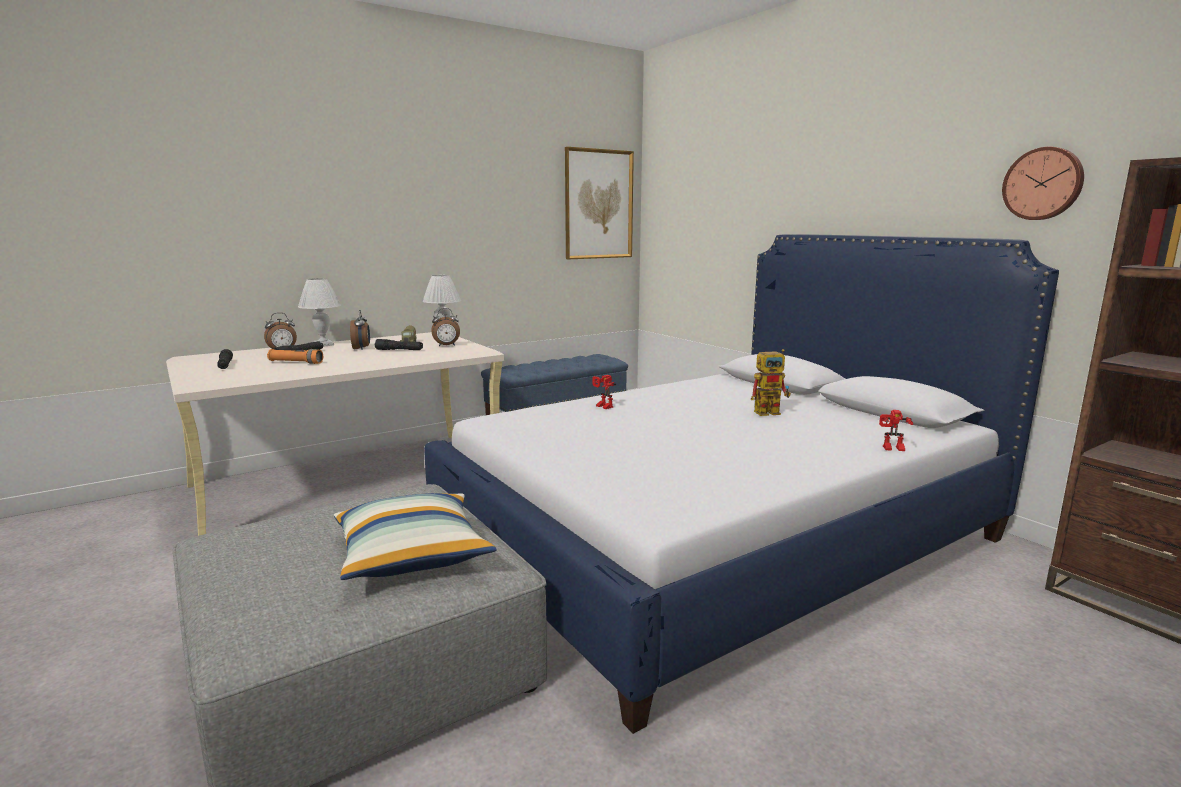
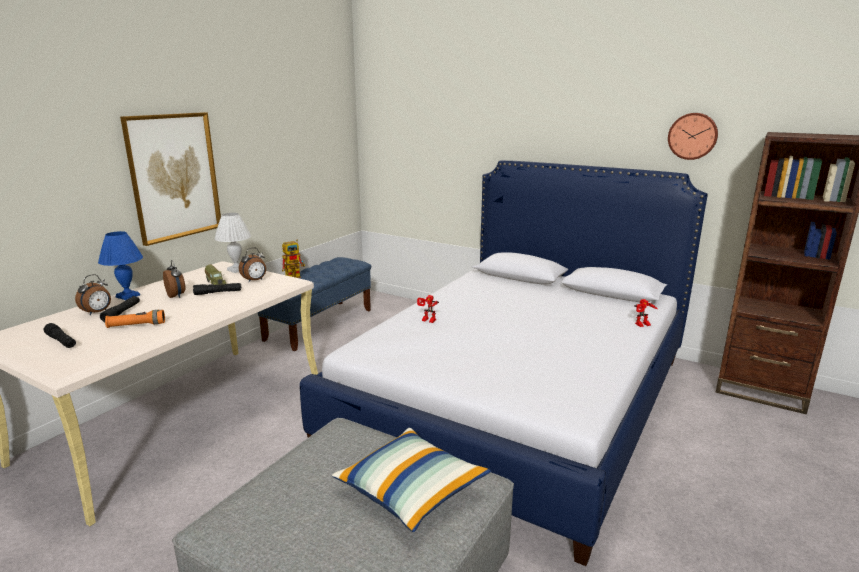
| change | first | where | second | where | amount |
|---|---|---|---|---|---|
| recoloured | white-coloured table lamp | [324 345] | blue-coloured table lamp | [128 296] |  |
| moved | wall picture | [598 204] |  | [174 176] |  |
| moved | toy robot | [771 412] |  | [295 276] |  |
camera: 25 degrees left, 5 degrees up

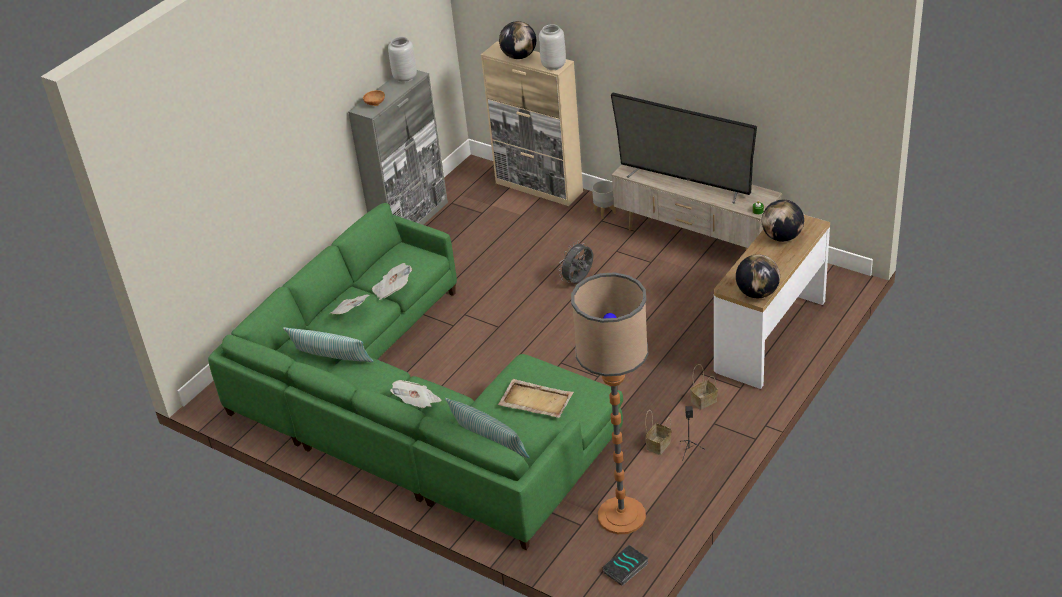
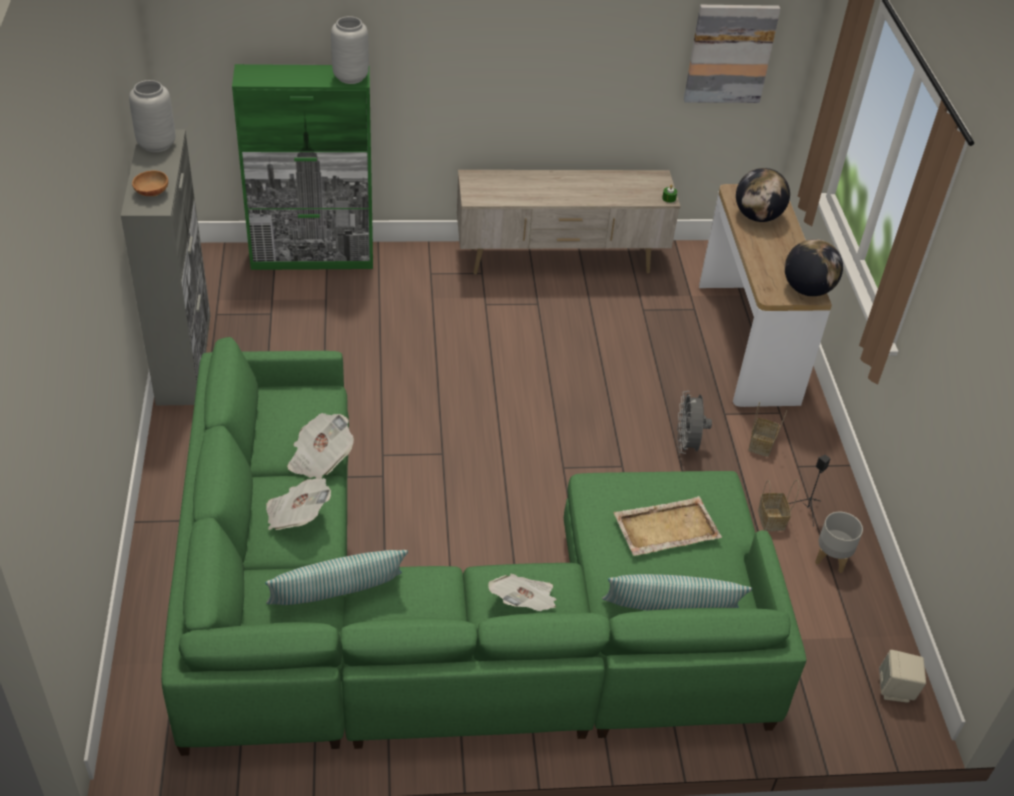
| change | first | where | second | where | amount |
|---|---|---|---|---|---|
| recoloured | beige-coloured cupboard | [539 187] | greenish cupboard | [313 257] |  |
| moved | greyish electric fan | [579 281] |  | [687 445] |  |
| added |  |  | wall picture | [730 53] |  |
| moved | greyish planter | [605 212] |  | [831 558] |  |
| replaced | bound book | [626 568] | beige-coloured speaker | [896 689] |  |
| removed | desk globe | [519 56] |  |  |  |
| removed | standing lamp | [621 516] |  |  |  |
| removed | TV set | [684 182] |  |  |  |
camera: 45 degrees left, 5 degrees up

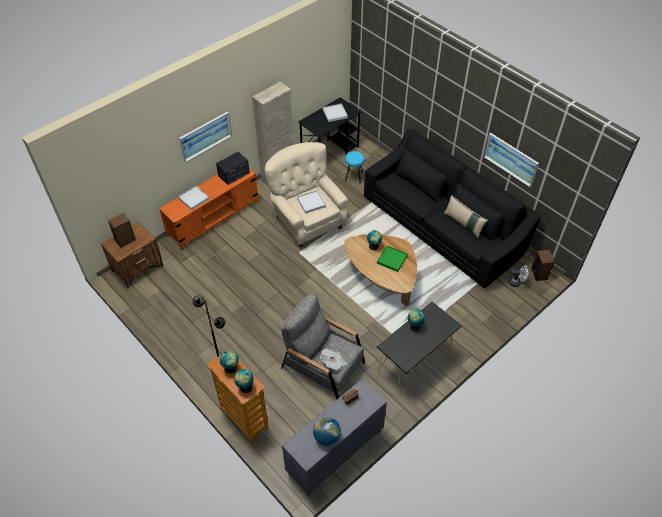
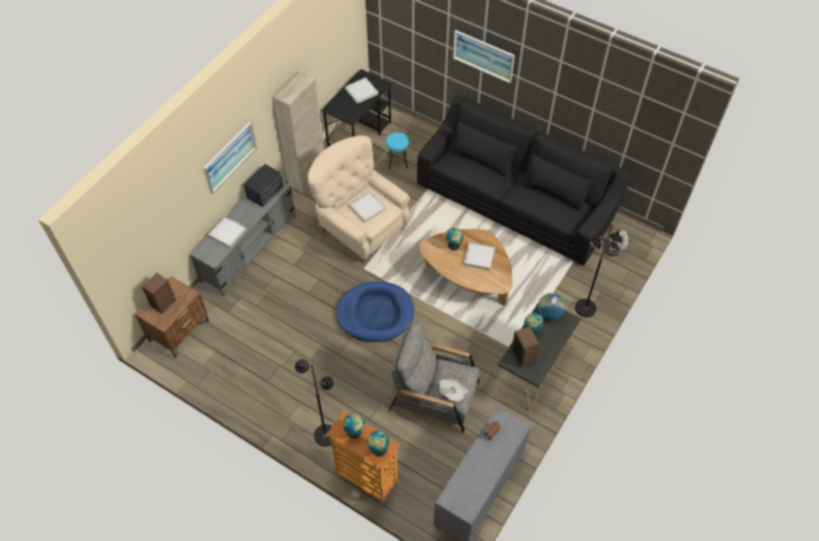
| change | first | where | second | where | amount |
|---|---|---|---|---|---|
| recoloured | orange-coloured tv stand | [214 218] | greyish tv stand | [249 248] |  |
| added |  |  | blue-coloured dog cushion | [375 313] |  |
| moved | wall picture | [511 159] |  | [483 55] |  |
| recoloured | greenish serving tray | [392 259] | white-coloured serving tray | [479 257] |  |
| moved | speaker | [539 274] |  | [523 355] |  |
| moved | desk globe | [327 437] |  | [549 313] |  |
| added |  |  | black standing lamp | [585 308] |  |
| removed | beige-coloured throw pillow | [463 224] |  |  |  |
camera: 15 degrees left, 5 degrees up

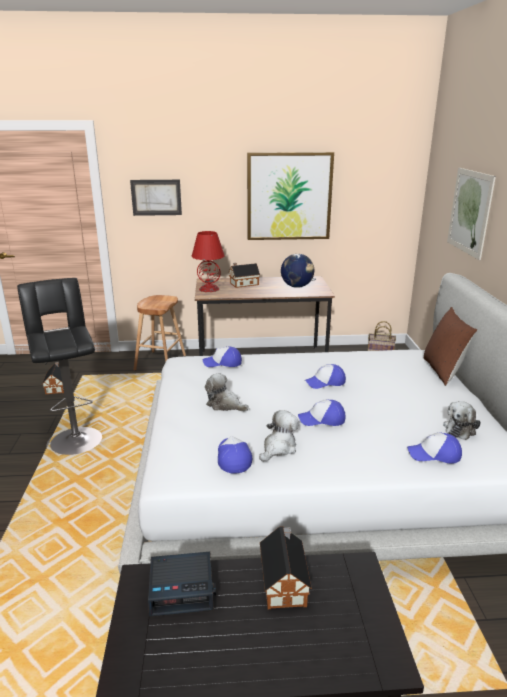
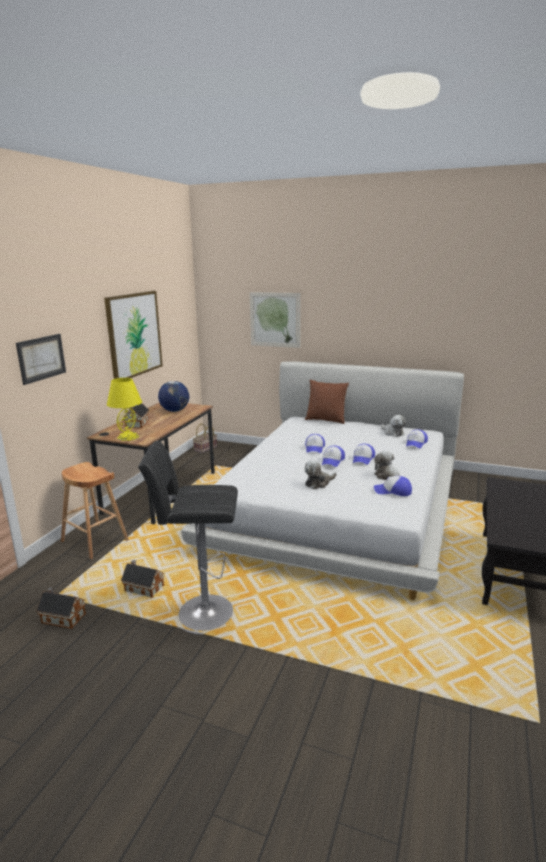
| change | first | where | second | where | amount |
|---|---|---|---|---|---|
| recoloured | reddish table lamp | [209 289] | yellow-coloured table lamp | [128 437] |  |
| moved | toy house | [284 581] |  | [143 588] |  |
| moved | peaked cap | [223 363] |  | [332 461] |  |
| removed | bedside clock | [182 589] |  |  |  |
camera: 65 degrees left, 5 degrees down

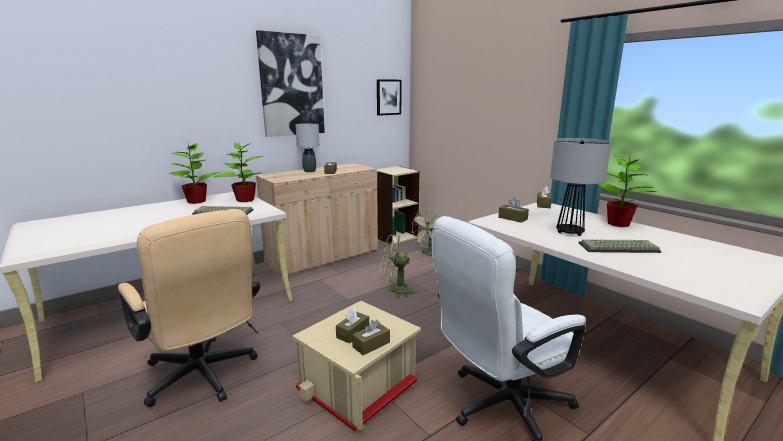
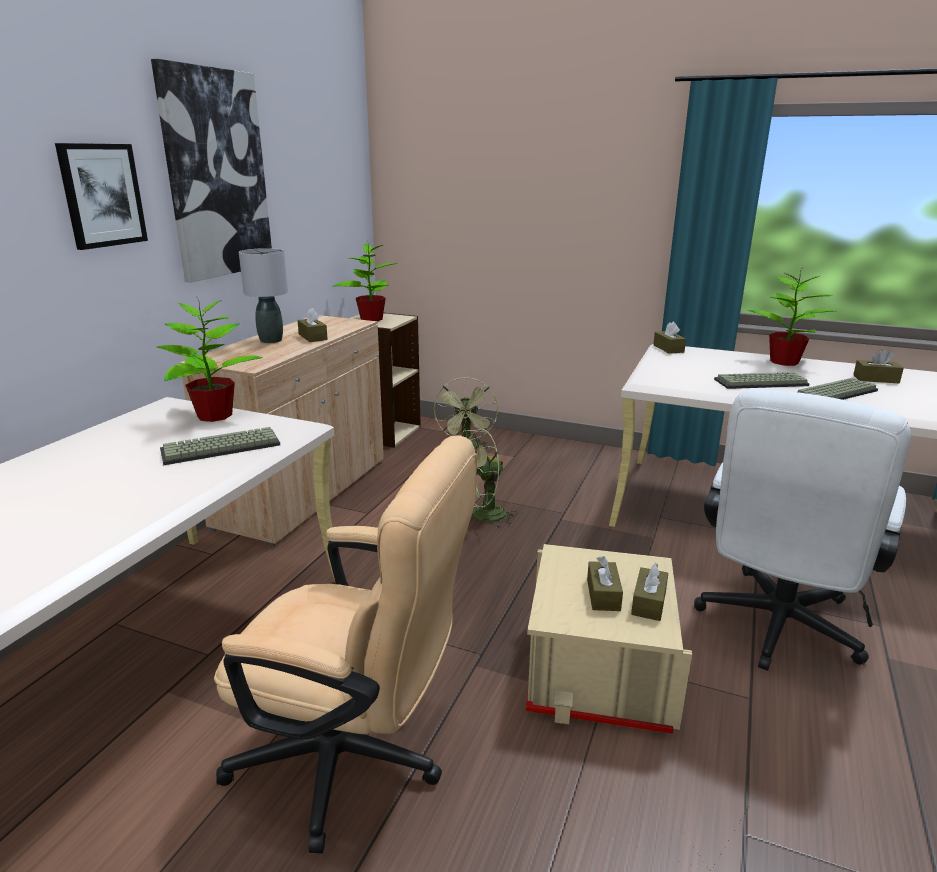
| change | first | where | second | where | amount |
|---|---|---|---|---|---|
| moved | wall picture | [388 97] |  | [102 195] |  |
| moved | houseplant | [196 201] |  | [371 319] |  |
| replaced | table lamp | [569 232] | PC keyboard | [760 383] |  |
| moved | brown tissue box | [512 218] |  | [876 379] |  |
camera: 30 degrees left, 5 degrees up

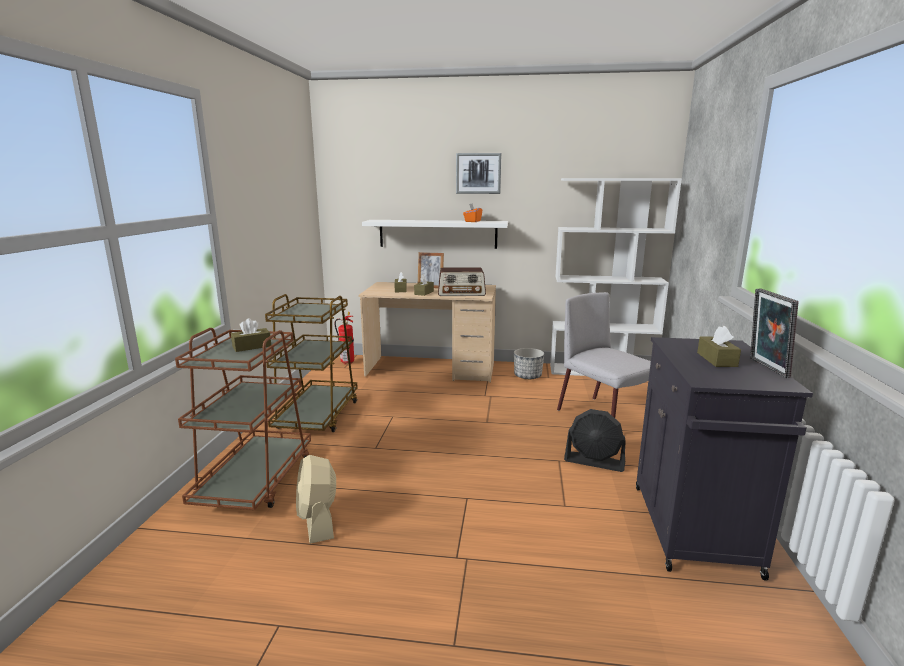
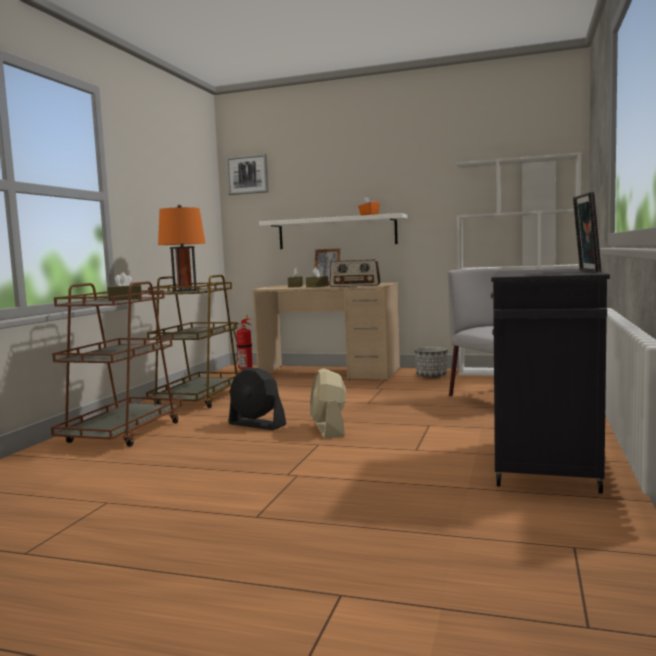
| change | first | where | second | where | amount |
|---|---|---|---|---|---|
| added |  |  | orange-coloured table lamp | [185 291] |  |
| moved | wall picture | [478 173] |  | [247 174] |  |
| moved | black electric fan | [594 462] |  | [257 424] |  |
| moved | beige-coloured electric fan | [318 520] |  | [329 429] |  |
| removed | brown tissue box | [716 359] |  |  |  |
camera: 10 degrees right, 10 degrees down

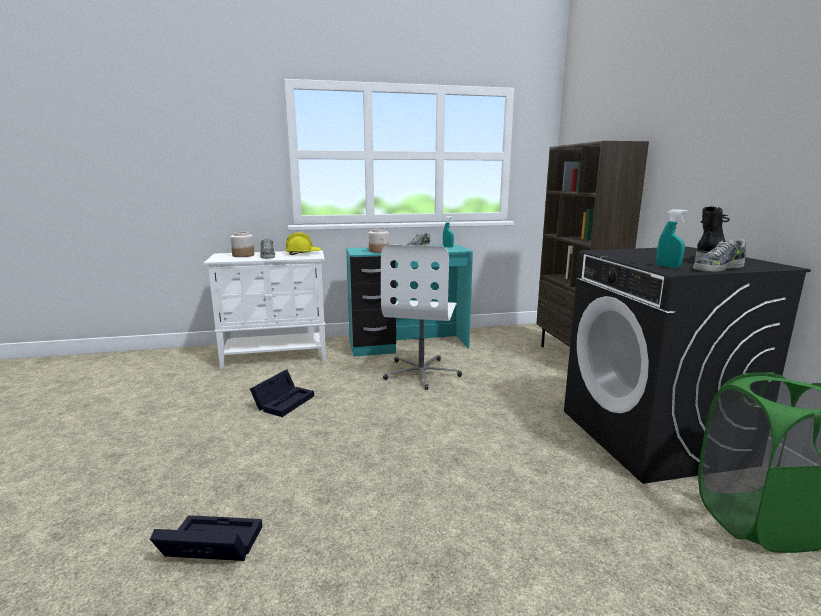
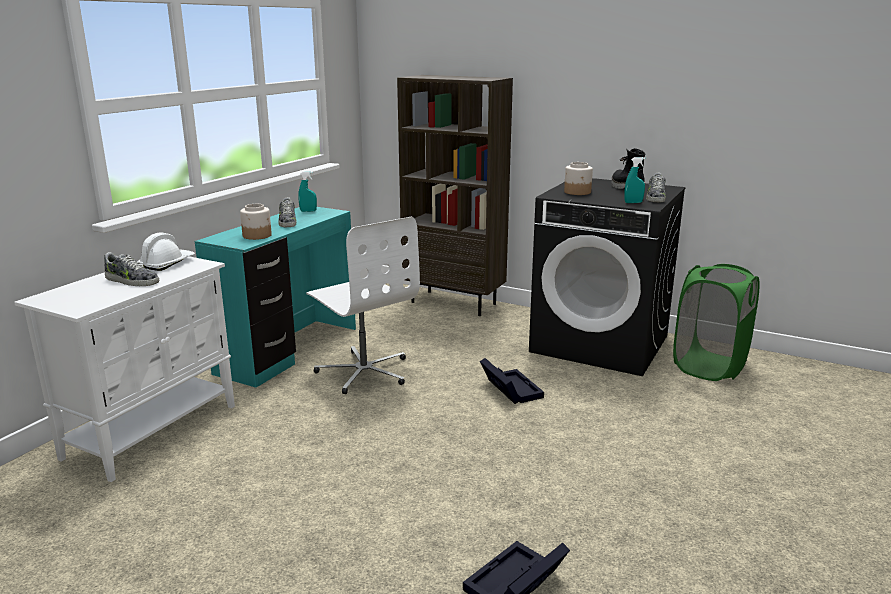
| change | first | where | second | where | amount |
|---|---|---|---|---|---|
| recoloured | yellow-coloured hard hat | [303 253] | white-coloured hard hat | [167 264] |  |
| moved | black storage box | [284 401] |  | [509 389] |  |
| moved | preserve jar | [243 255] |  | [577 192] |  |
camera: 50 degrees left, 5 degrees up

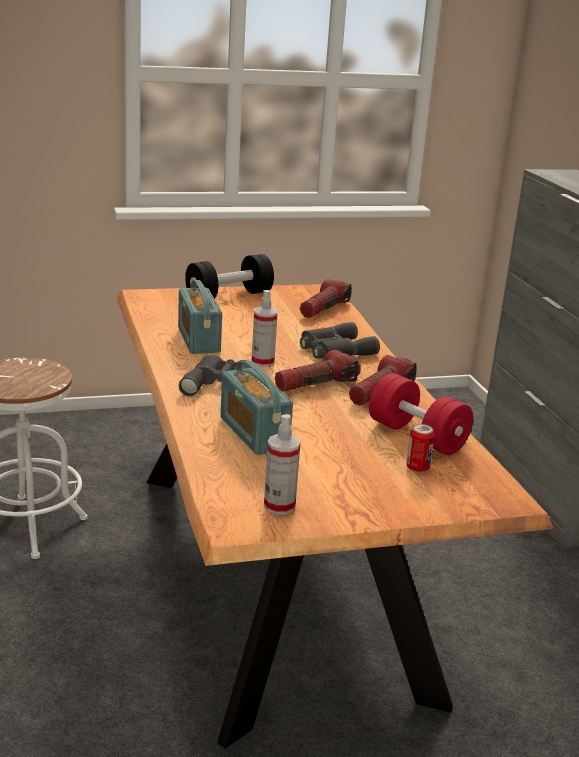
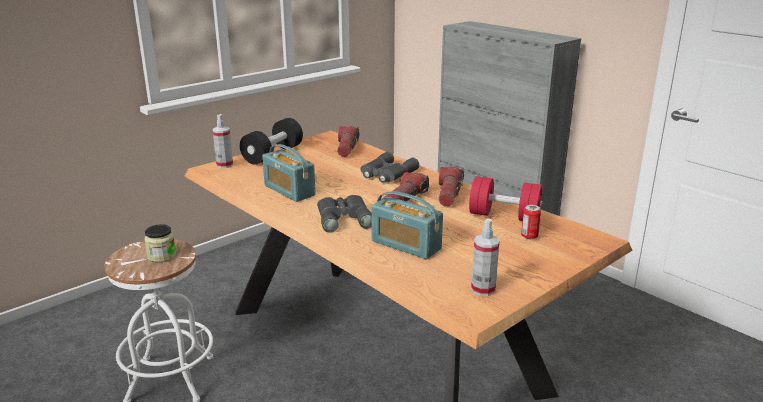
| change | first | where | second | where | amount |
|---|---|---|---|---|---|
| added |  |  | preserve jar | [162 256] |  |
| moved | hand sprayer | [262 362] |  | [224 165] |  |
camera: 25 degrees left, 0 degrees up

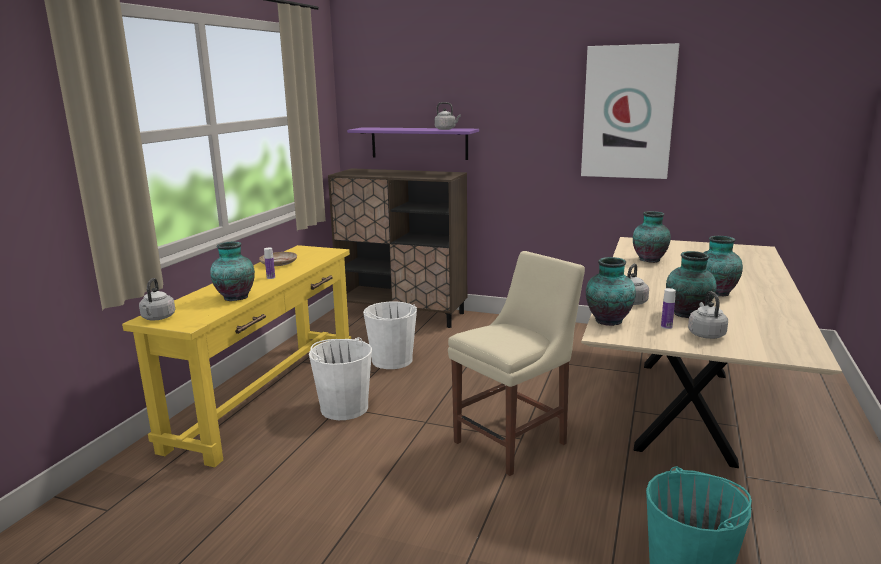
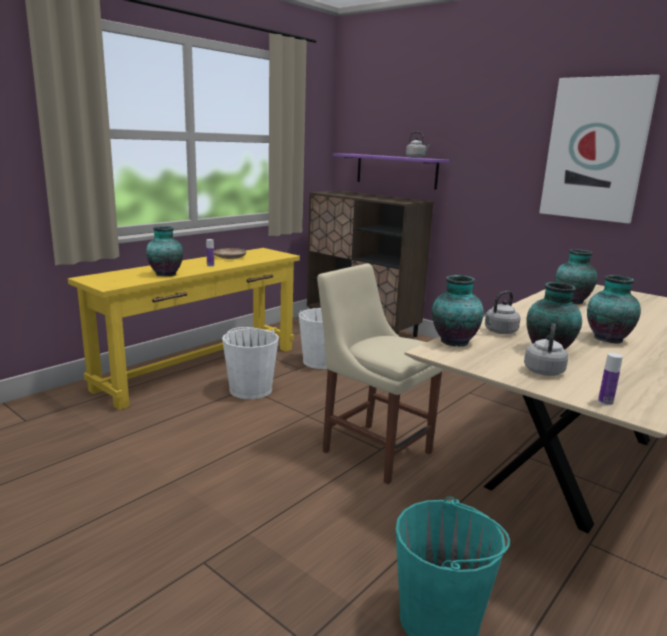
| change | first | where | second | where | amount |
|---|---|---|---|---|---|
| turned | beige-coloured chair | [514 441] |  | [373 449] | 120 degrees counterclockwise |
| moved | beverage bottle | [666 327] |  | [605 402] |  |
| removed | greyish tea kettle | [158 318] |  |  |  |
camera: 20 degrees right, 0 degrees up

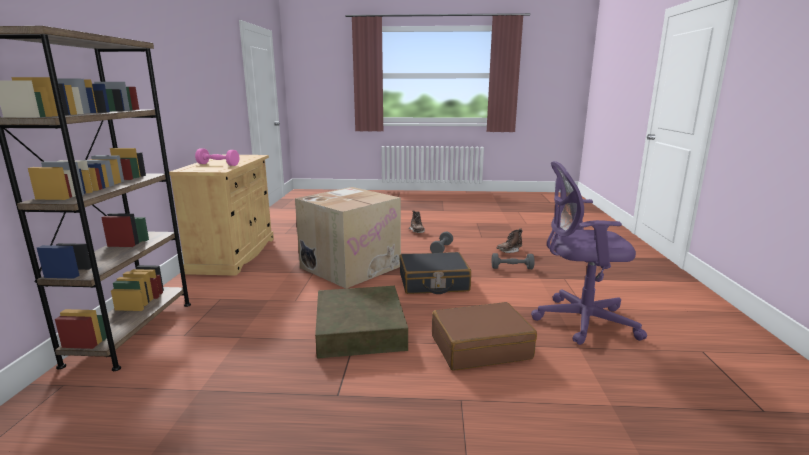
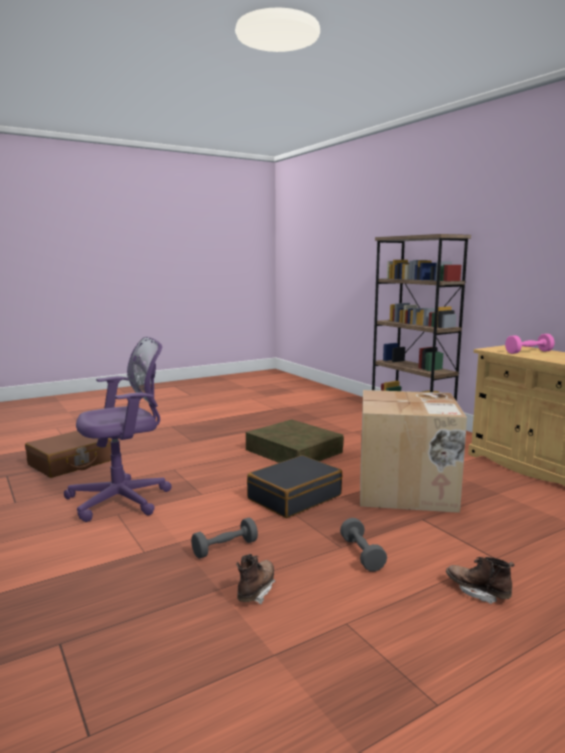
| change | first | where | second | where | amount |
|---|---|---|---|---|---|
| moved | brown suitcase | [480 347] |  | [70 463] |  |
camera: 145 degrees right, 5 degrees down

